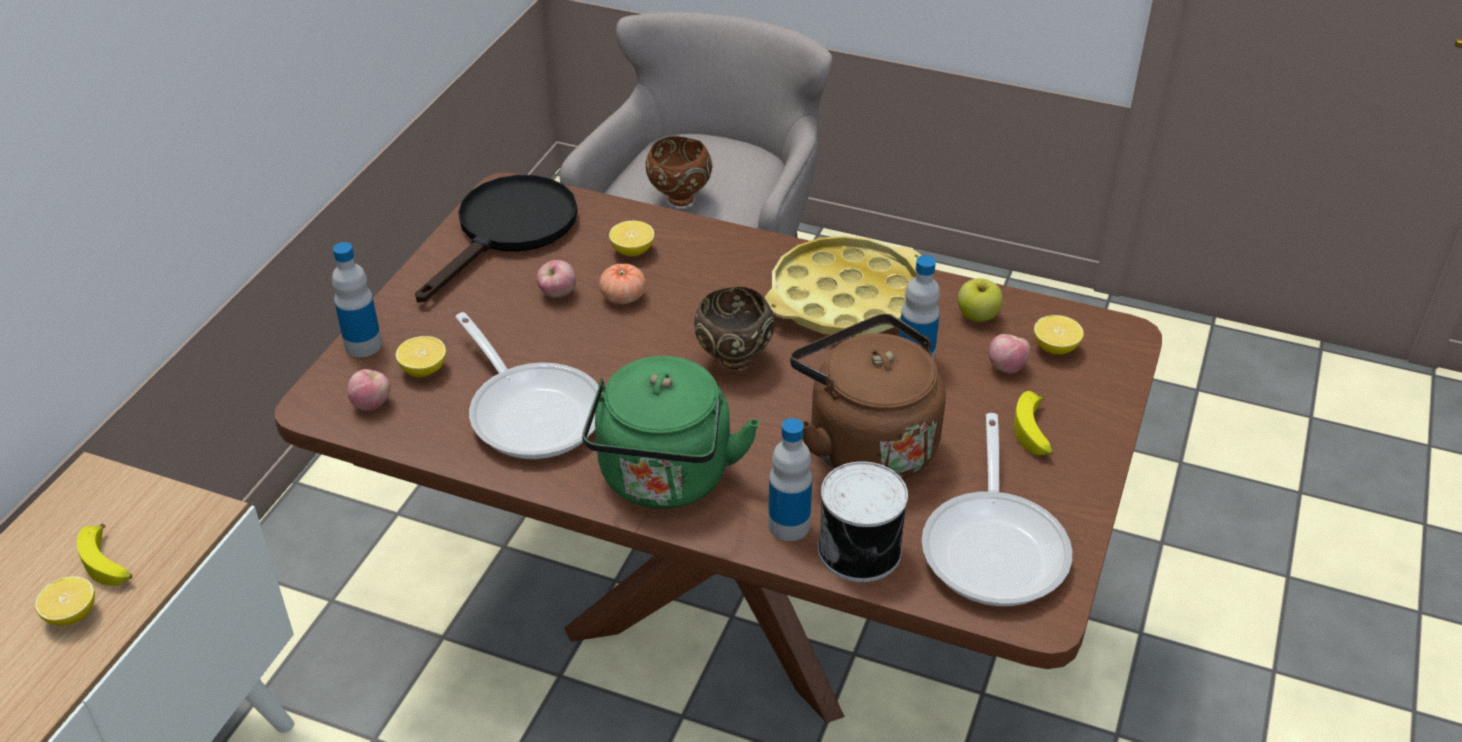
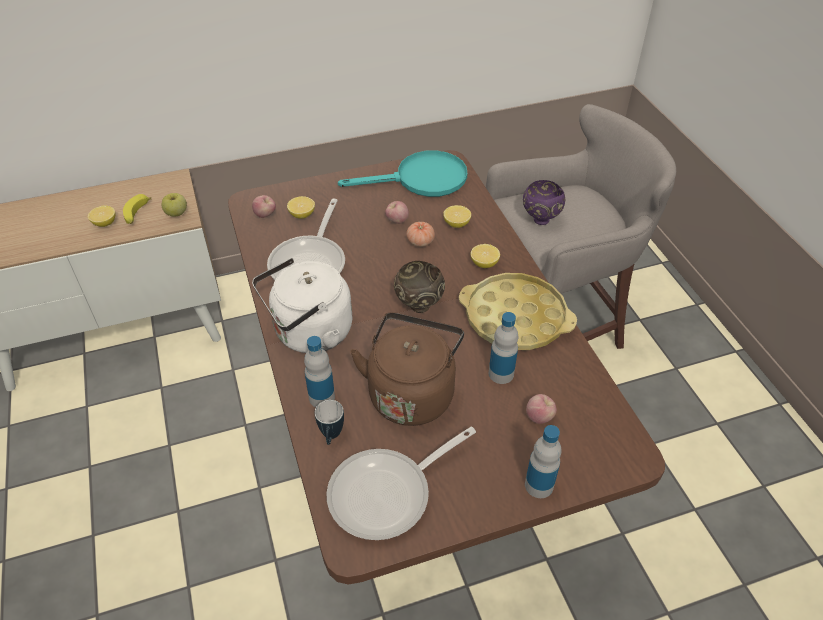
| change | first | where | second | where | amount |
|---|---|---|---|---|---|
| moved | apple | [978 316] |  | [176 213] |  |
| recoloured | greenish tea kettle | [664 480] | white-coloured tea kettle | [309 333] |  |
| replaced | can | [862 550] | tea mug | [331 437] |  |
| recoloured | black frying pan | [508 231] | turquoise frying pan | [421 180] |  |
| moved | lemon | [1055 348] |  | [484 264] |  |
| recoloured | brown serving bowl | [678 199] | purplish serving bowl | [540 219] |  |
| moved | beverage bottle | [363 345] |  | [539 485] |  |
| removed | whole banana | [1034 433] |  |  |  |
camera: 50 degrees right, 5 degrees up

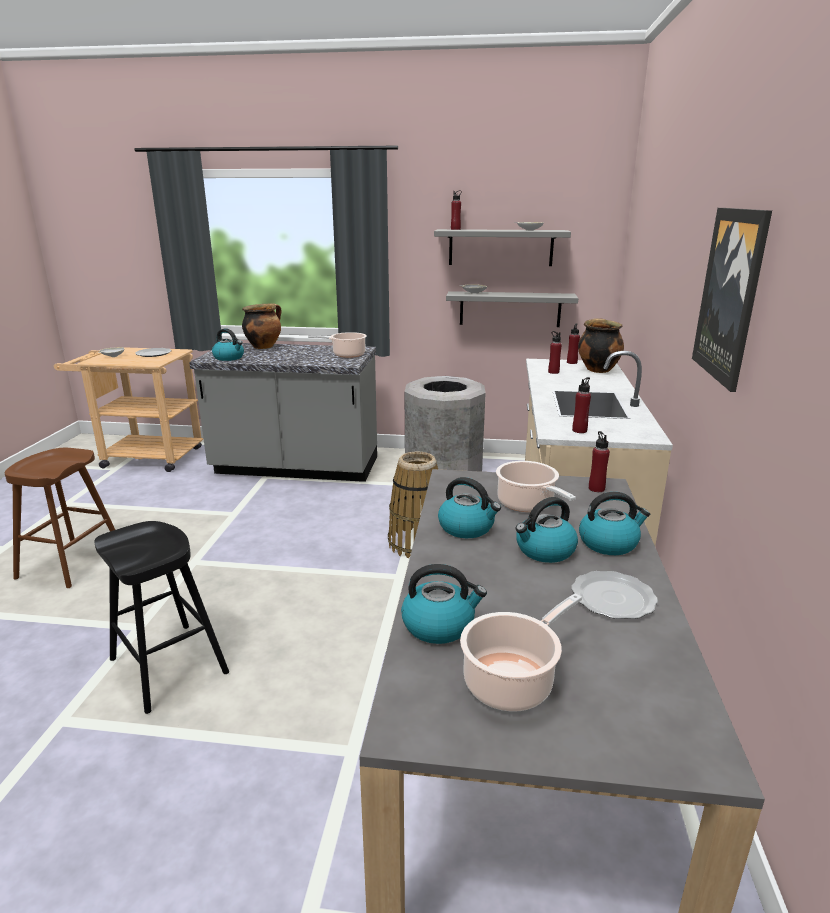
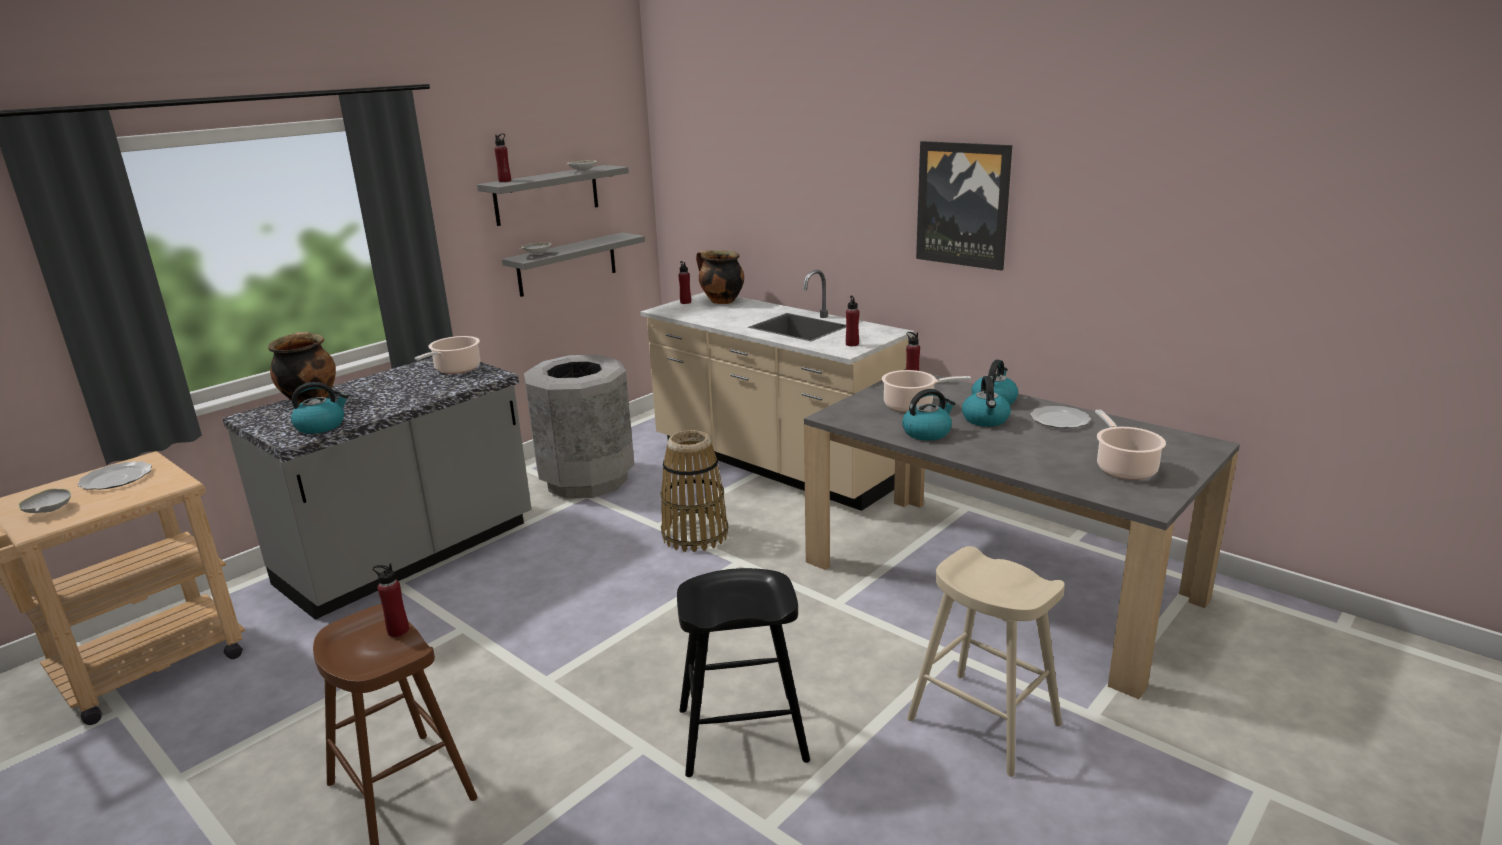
| change | first | where | second | where | amount |
|---|---|---|---|---|---|
| moved | reddish beverage bottle | [553 372] |  | [398 631] |  |
| added |  |  | beige-coloured sitting stool | [984 722] |  |
| removed | tea kettle | [439 625] |  |  |  |
camera: 55 degrees left, 0 degrees up

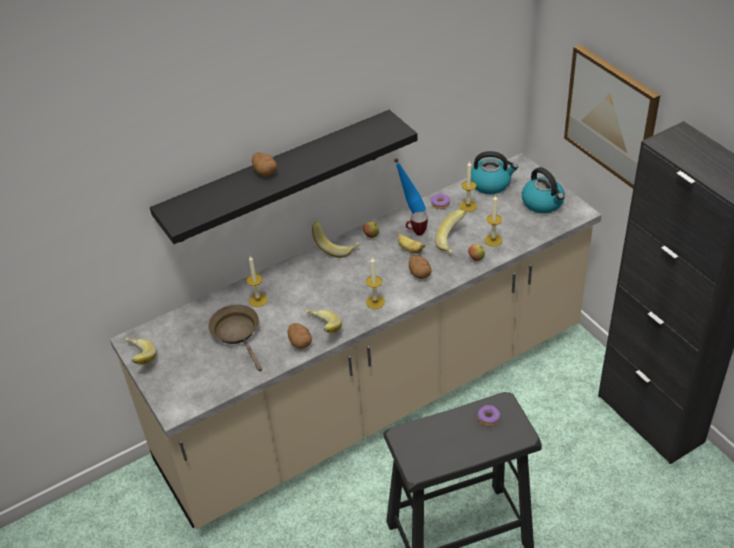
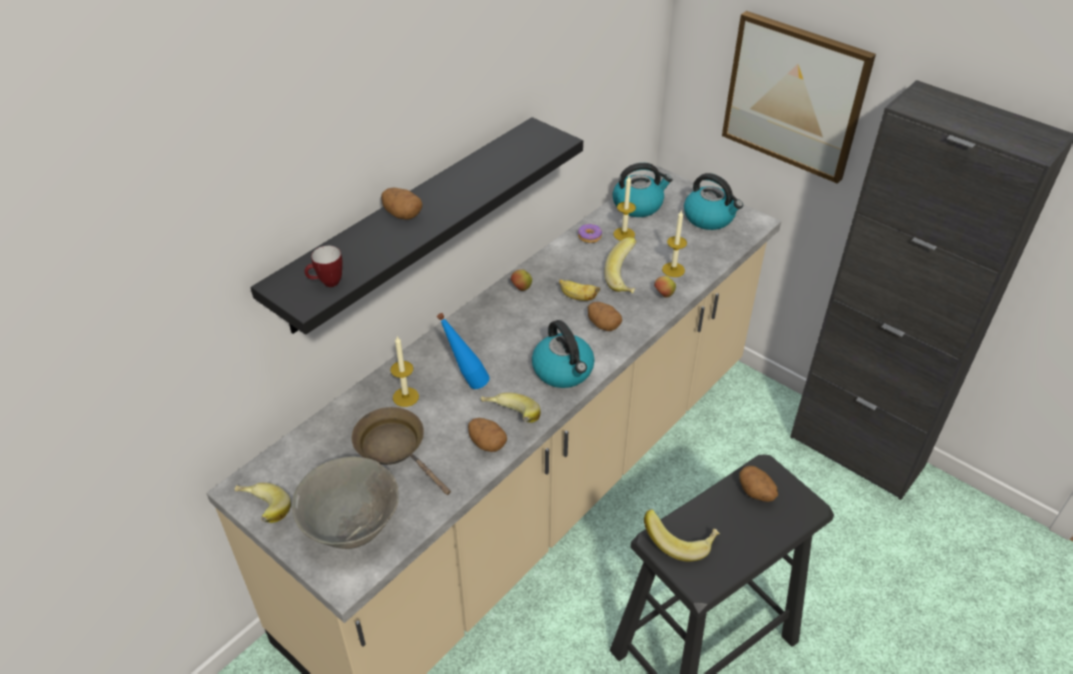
| change | first | where | second | where | amount |
|---|---|---|---|---|---|
| added |  |  | greyish serving bowl | [351 526] |  |
| moved | tea mug | [417 233] |  | [327 283] |  |
| moved | blue-coloured beverage bottle | [410 210] |  | [466 382] |  |
| replaced | wax candle | [375 302] | tea kettle | [563 371] |  |
| moved | whole banana | [336 247] |  | [680 541] |  |
| replaced | donut | [488 418] | whole potato | [756 493] |  |
camera: 20 degrees left, 0 degrees up

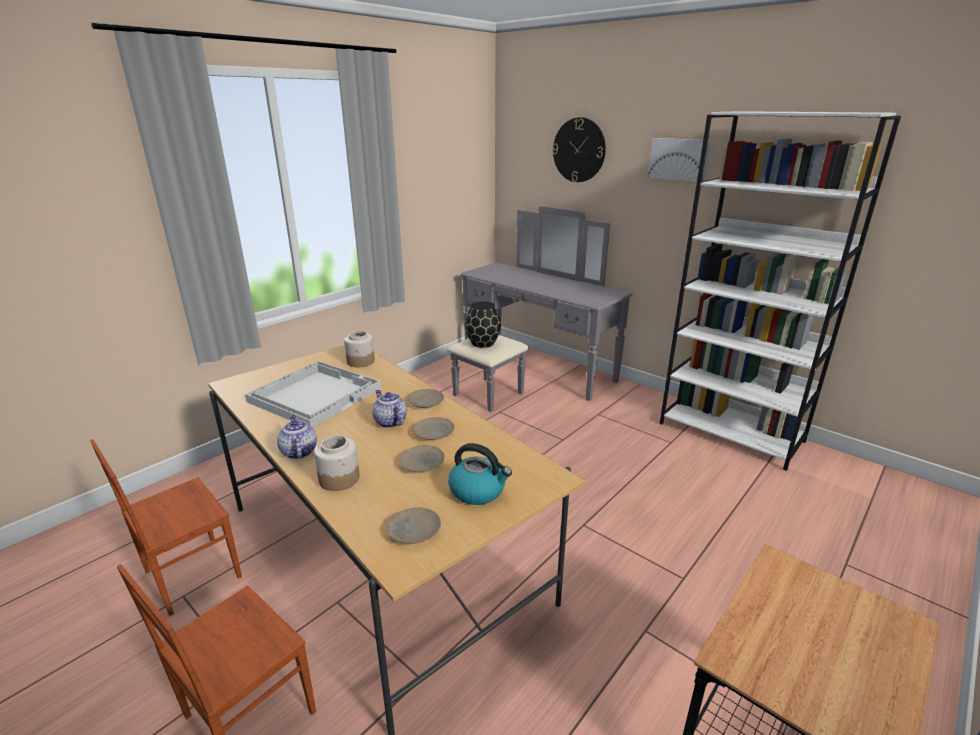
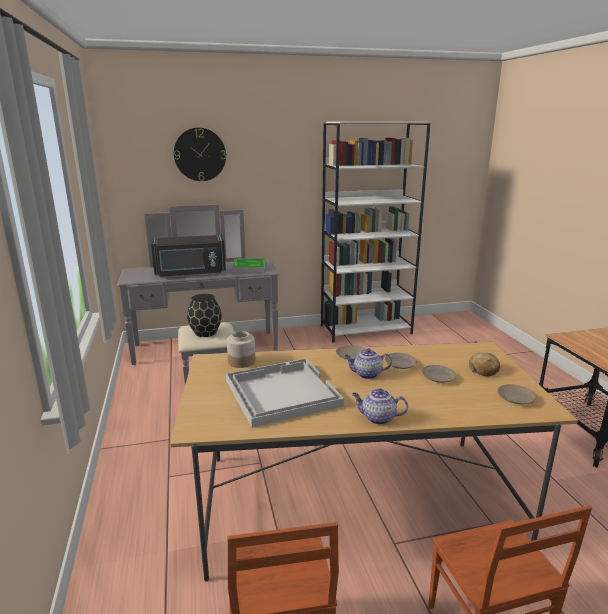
| change | first | where | second | where | amount |
|---|---|---|---|---|---|
| added |  |  | black microwave oven | [190 273] |  |
| added |  |  | serving tray | [249 268] |  |
| replaced | tea kettle | [478 490] | baked bread | [483 370] |  |
| removed | preserve jar | [339 478] |  |  |  |
| removed | wall picture | [679 159] |  |  |  |
camera: 55 degrees left, 5 degrees down

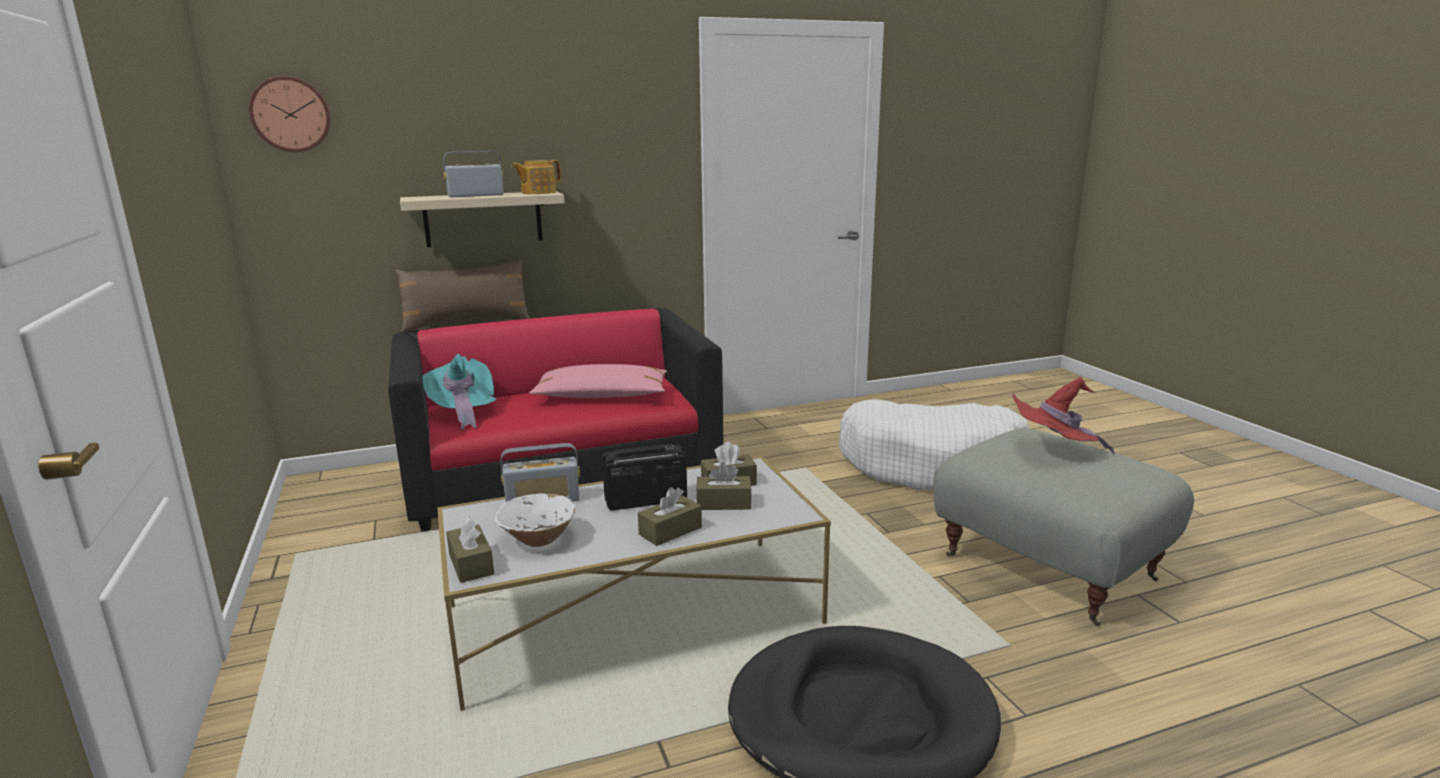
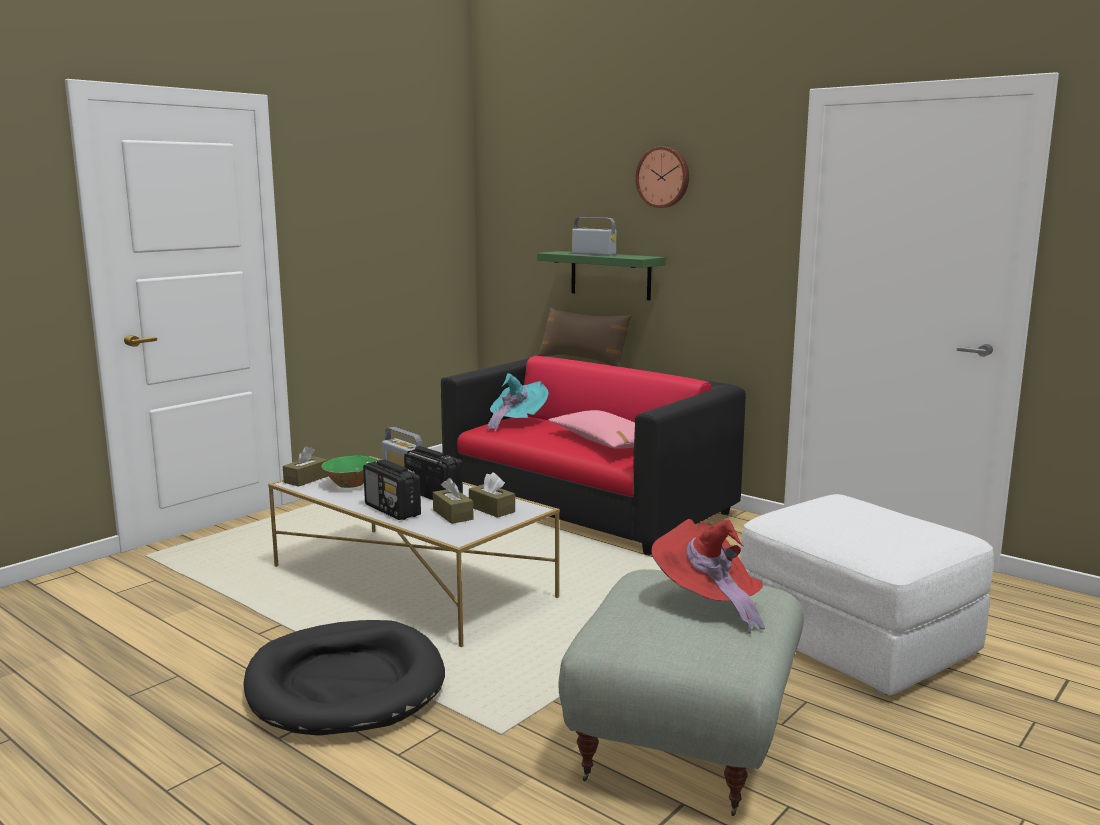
| change | first | where | second | where | amount |
|---|---|---|---|---|---|
| recoloured | white-coloured serving bowl | [538 539] | greenish serving bowl | [351 484] |  |
| replaced | brown tissue box | [670 531] | radio receiver | [392 510] |  |
| recoloured | beige-coloured bracket shelf | [483 219] | greenish bracket shelf | [610 275] |  |
| moved | clock on the wall | [291 114] |  | [663 177] |  |
| replaced | white-coloured dog cushion | [931 464] | white-coloured pouffe | [854 641] |  |
| removed | tea pot | [538 192] |  |  |  |
camera: 60 degrees right, 5 degrees down

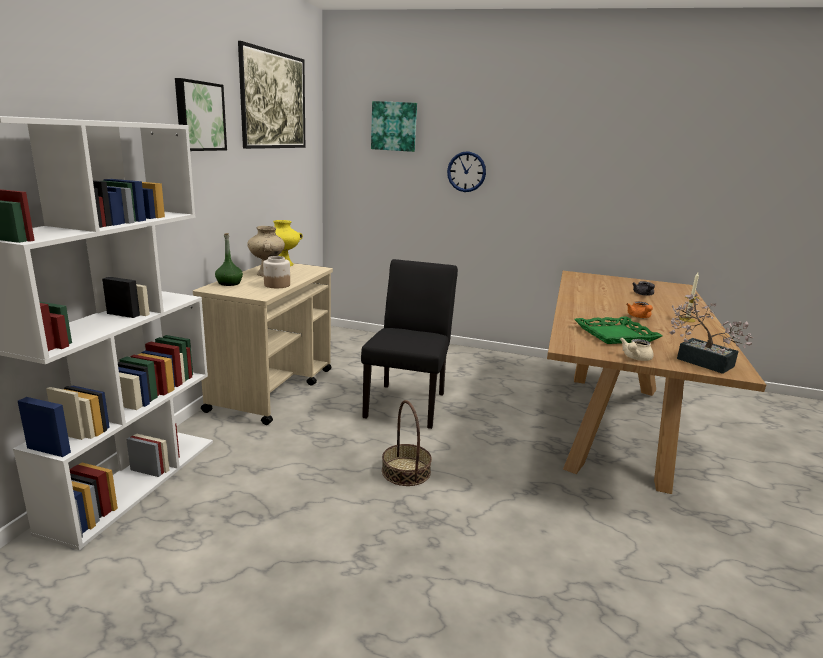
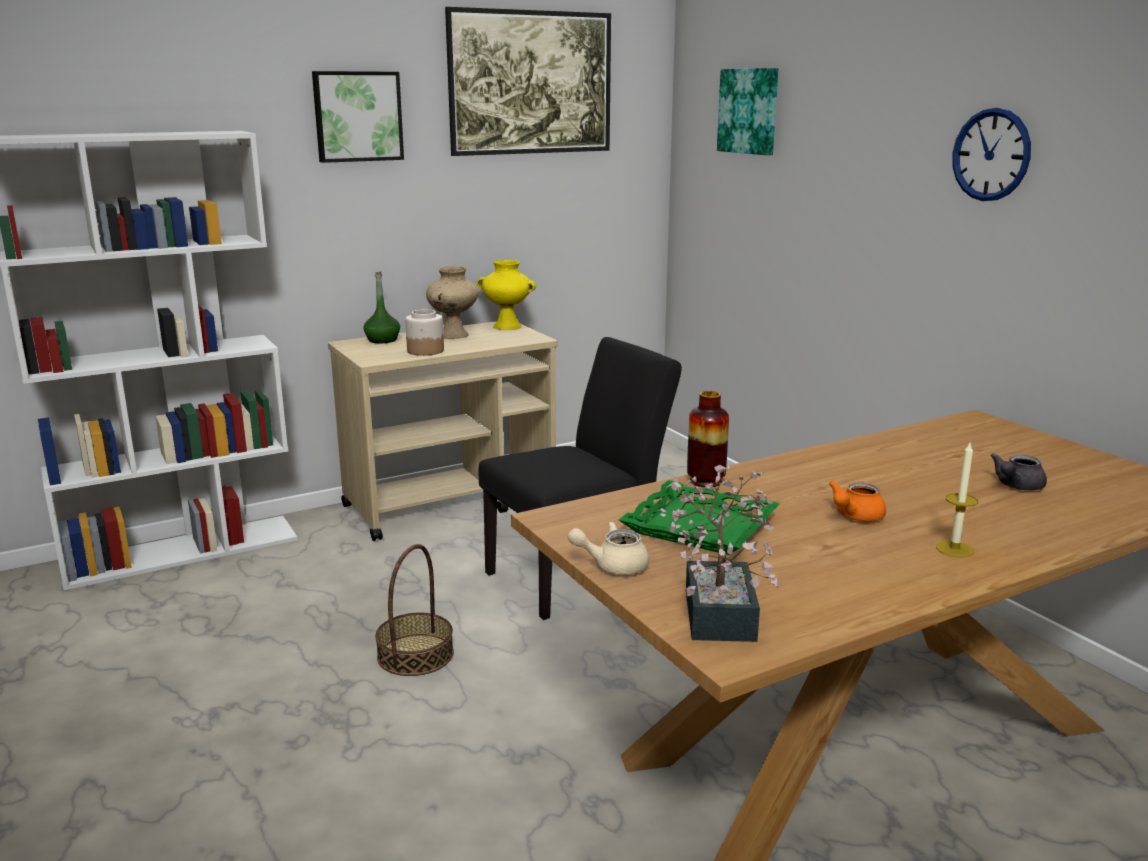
| change | first | where | second | where | amount |
|---|---|---|---|---|---|
| added |  |  | flower vase | [705 481] |  |
| moved | clock on the wall | [466 171] |  | [991 155] |  |
camera: 45 degrees right, 0 degrees up

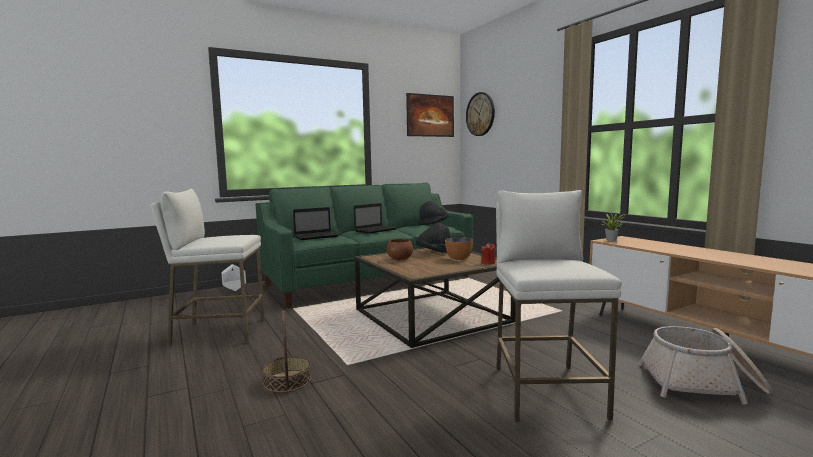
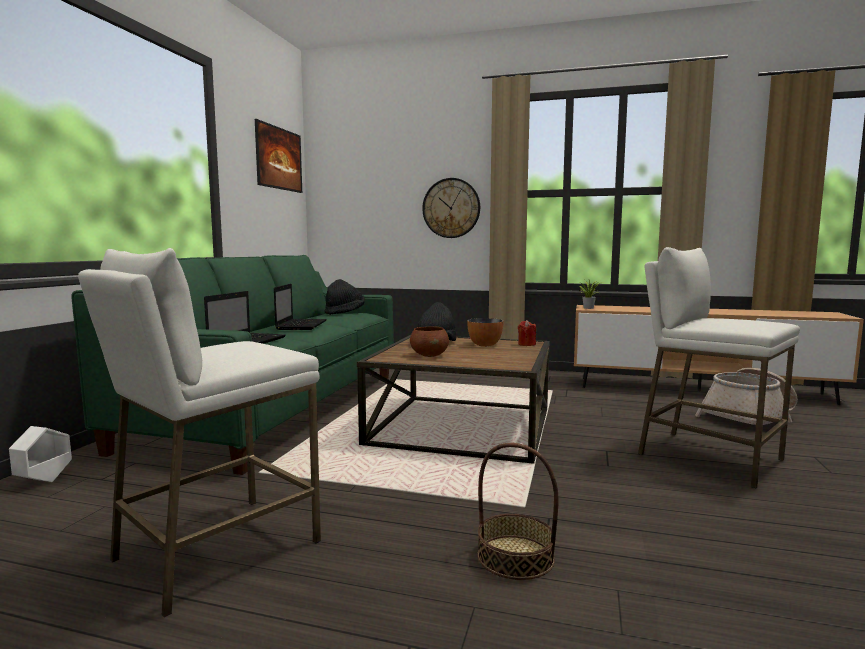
| change | first | where | second | where | amount |
|---|---|---|---|---|---|
| moved | clock on the wall | [480 114] |  | [451 208] |  |
camera: 45 degrees left, 0 degrees up

